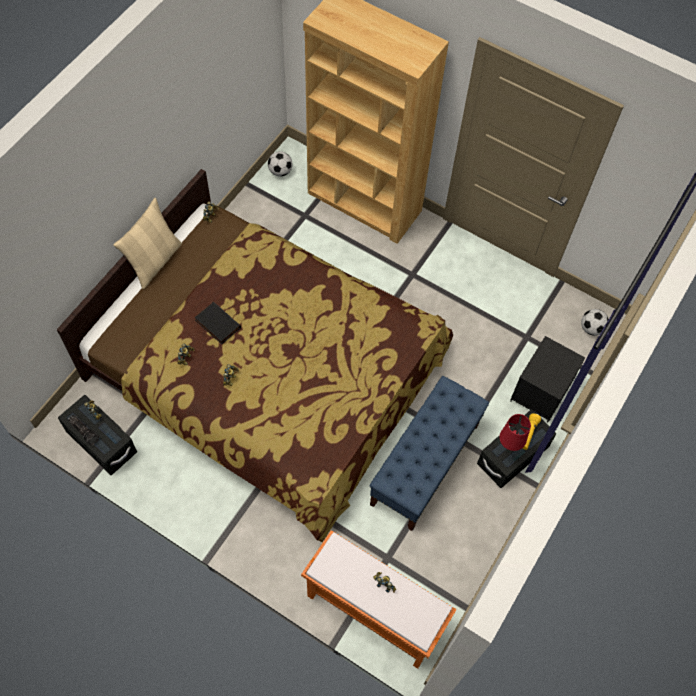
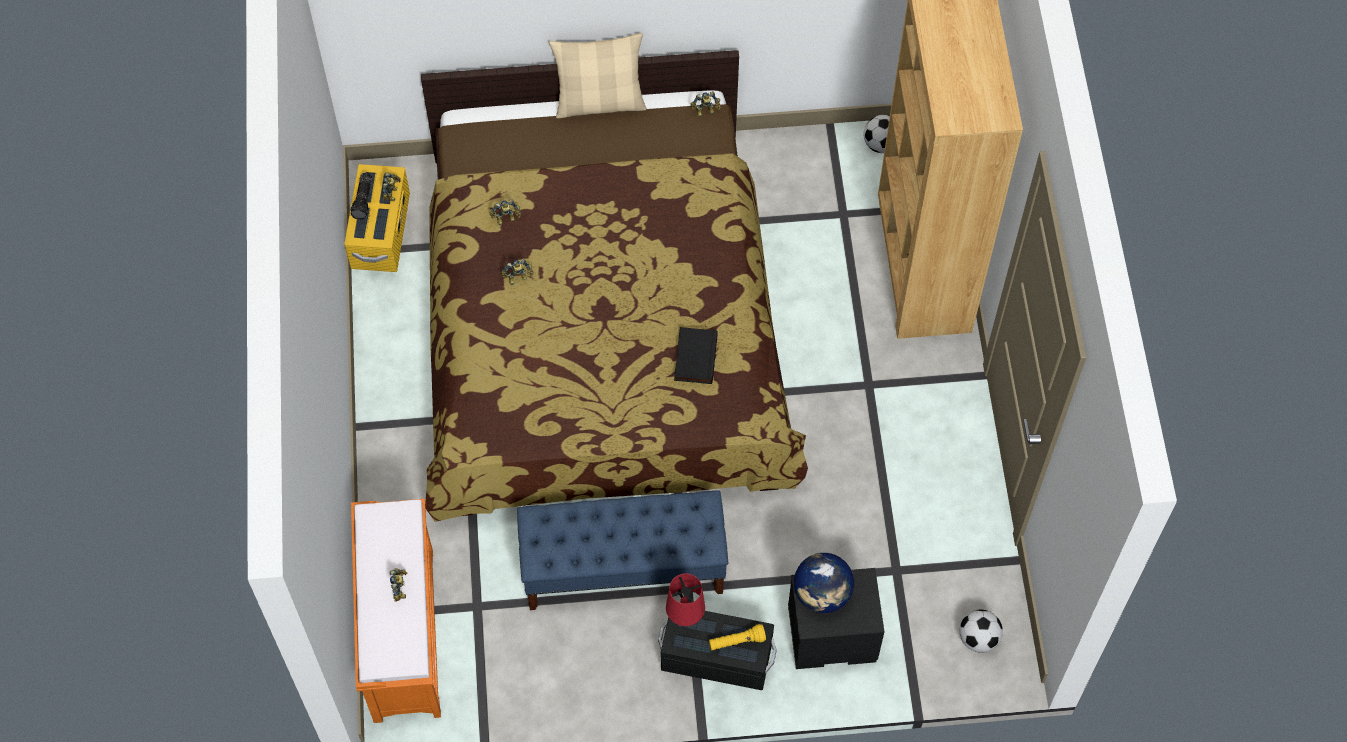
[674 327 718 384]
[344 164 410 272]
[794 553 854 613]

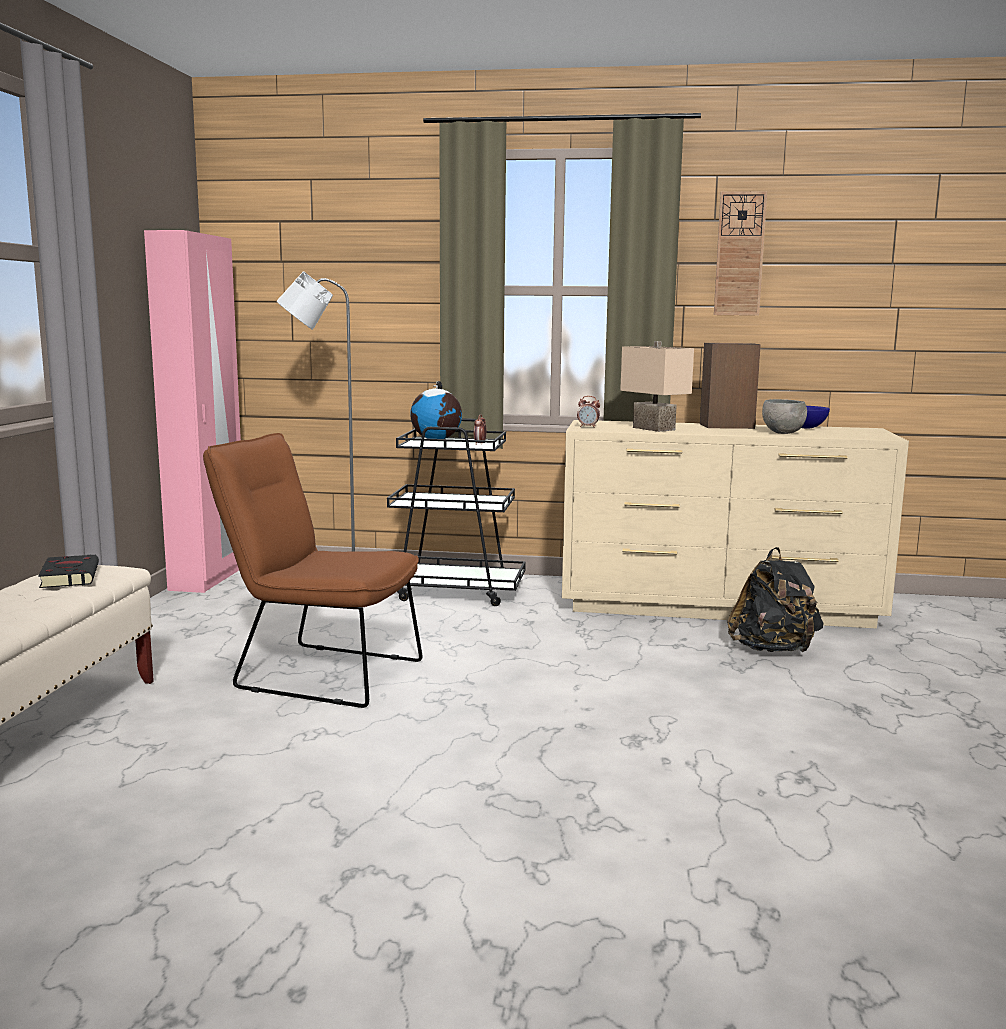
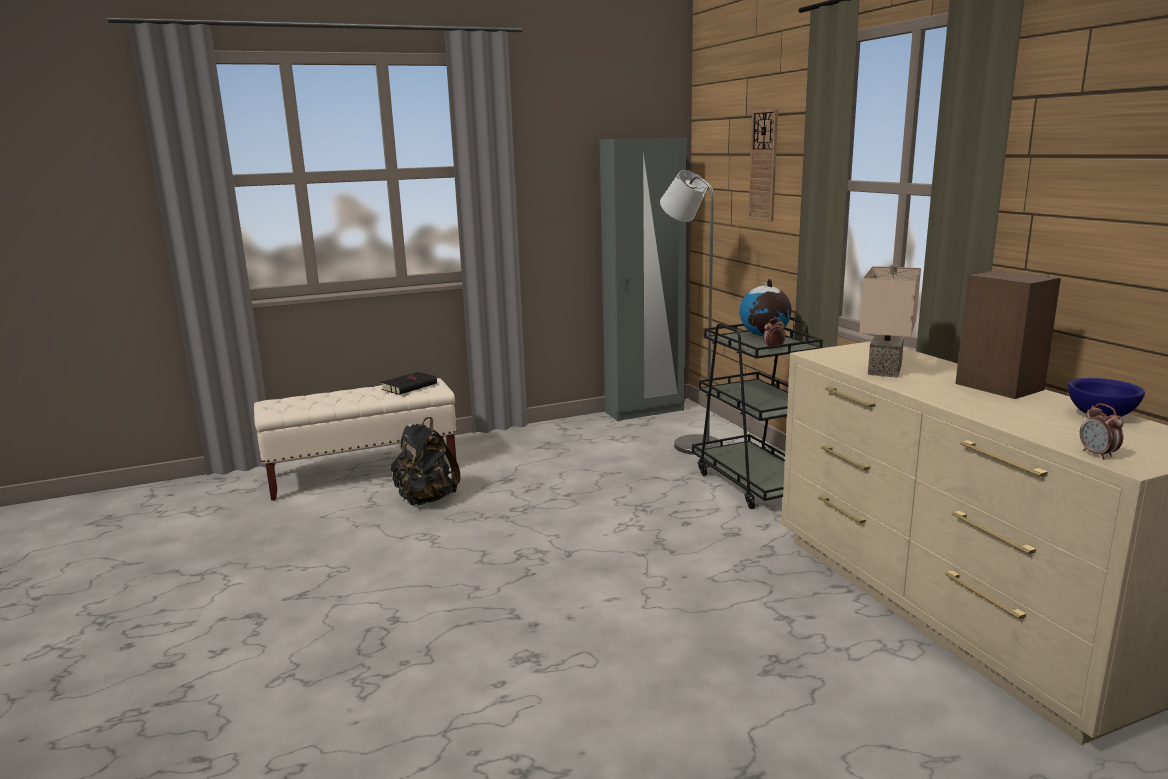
[749 109 778 222]
[600 137 687 421]
[1080 403 1124 460]
[762 399 807 434] (first image)
[203 433 422 708] (first image)
[390 417 461 505]

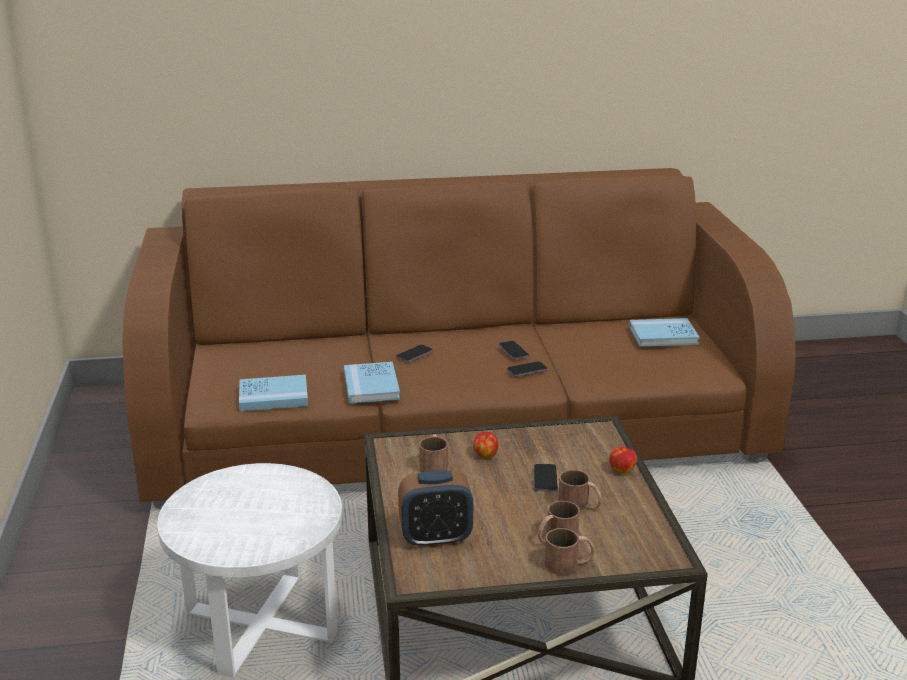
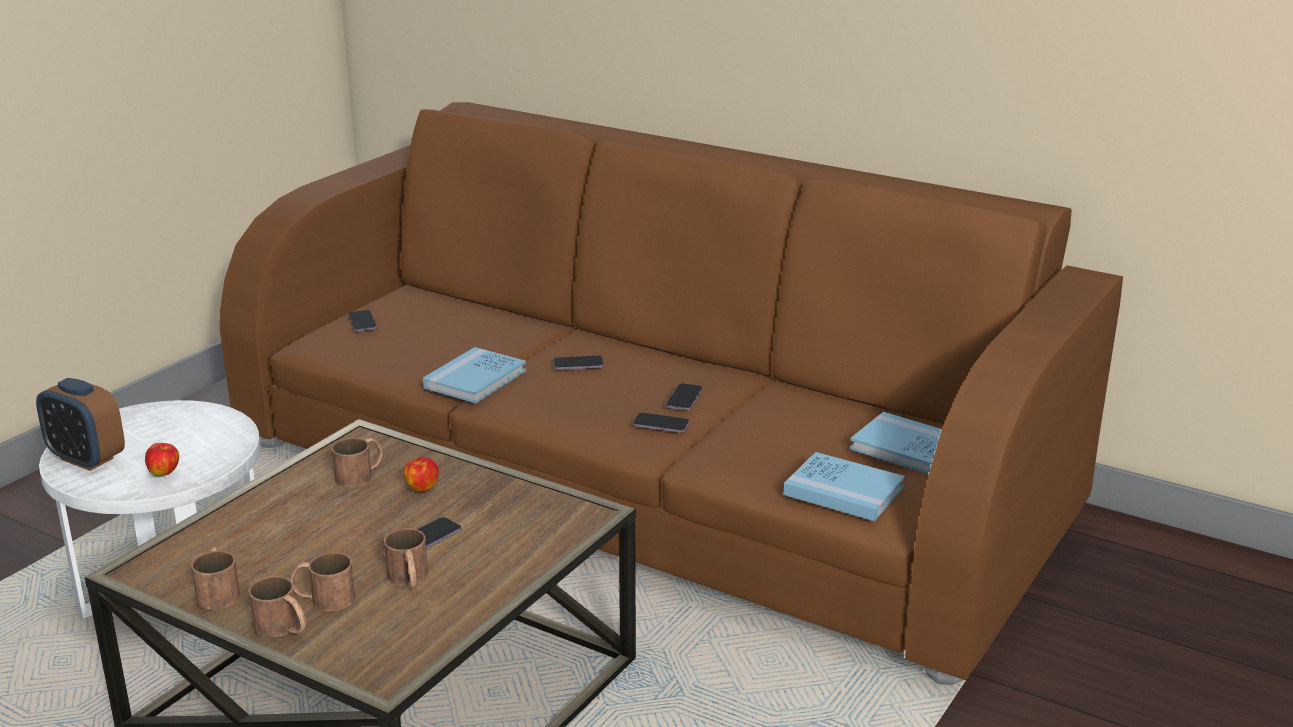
[784 452 905 521]
[145 443 179 476]
[36 378 125 471]
[348 310 377 331]
[191 547 240 610]

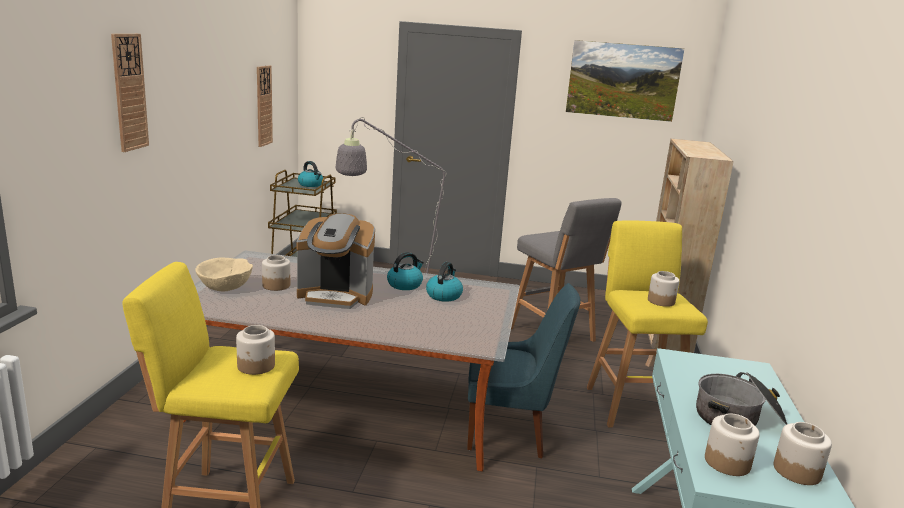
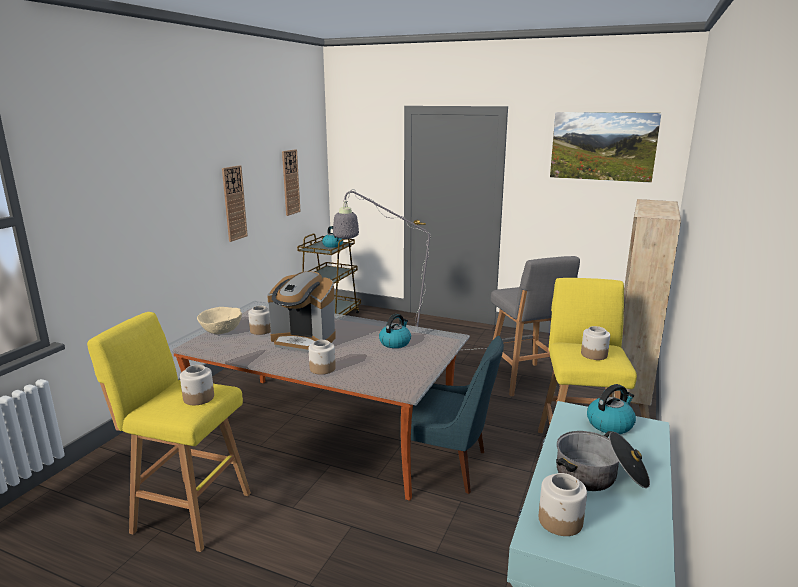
[222 165 248 242]
[587 384 636 434]
[308 340 336 374]

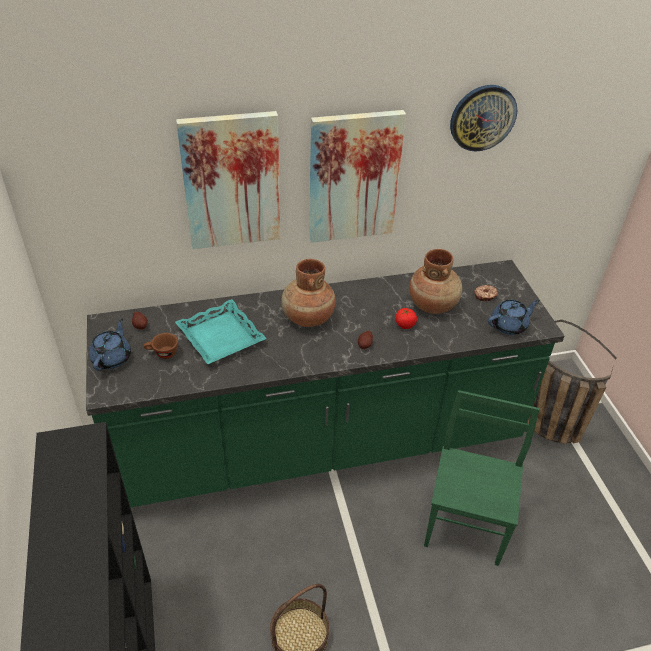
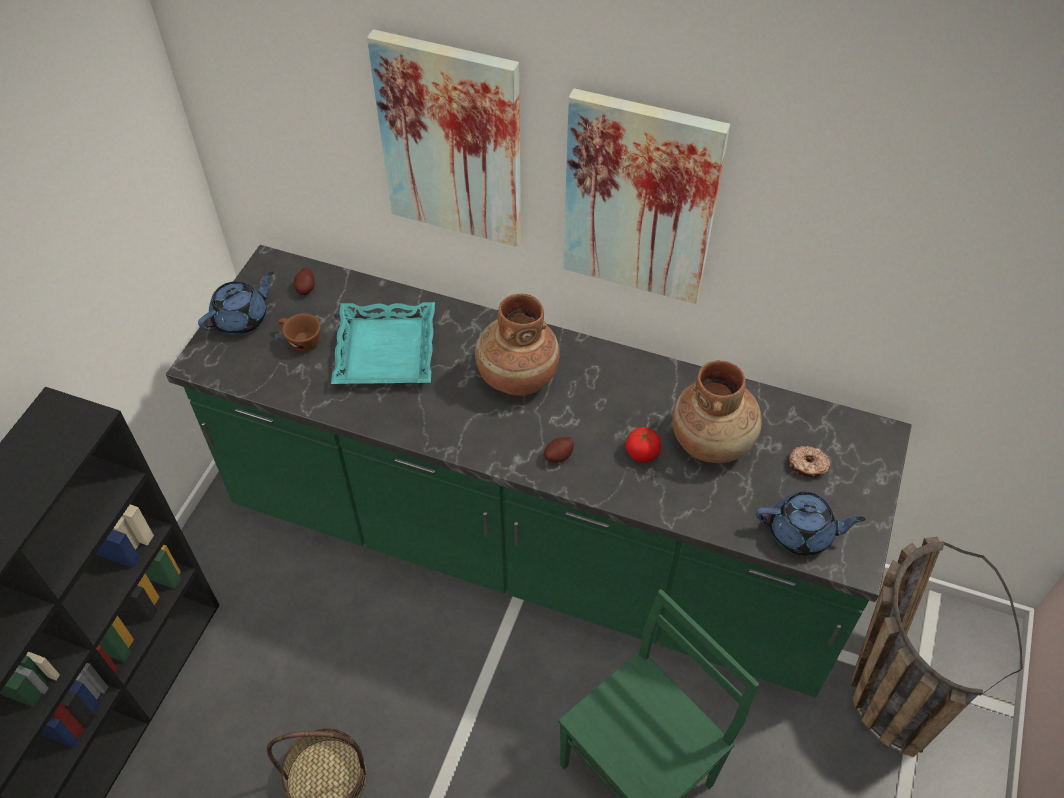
[450 85 517 152] (first image)

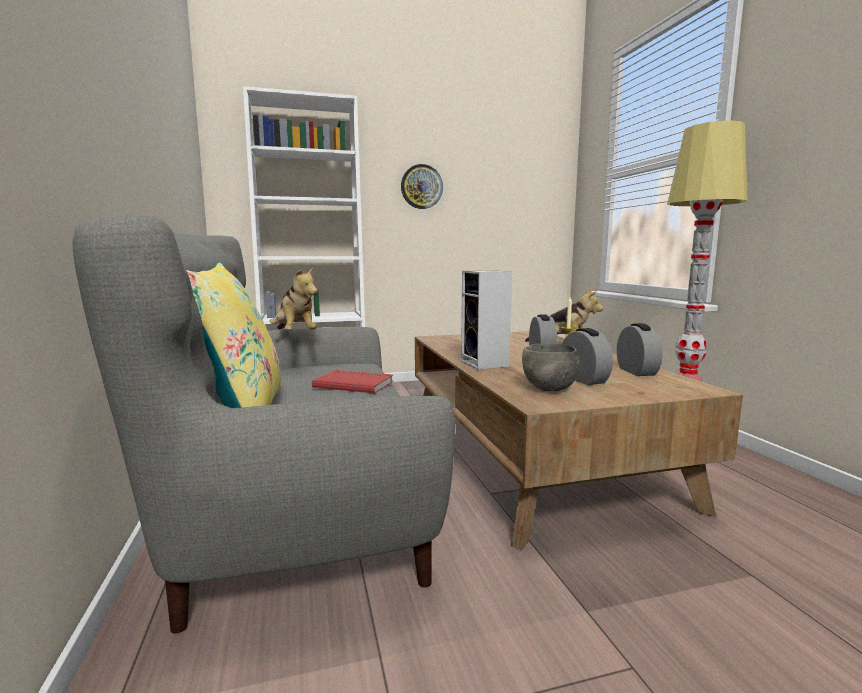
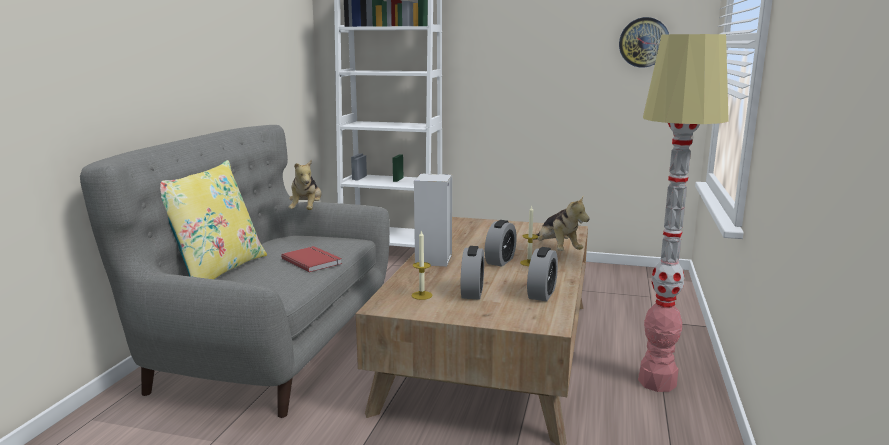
[619 17 669 67]
[411 231 433 300]

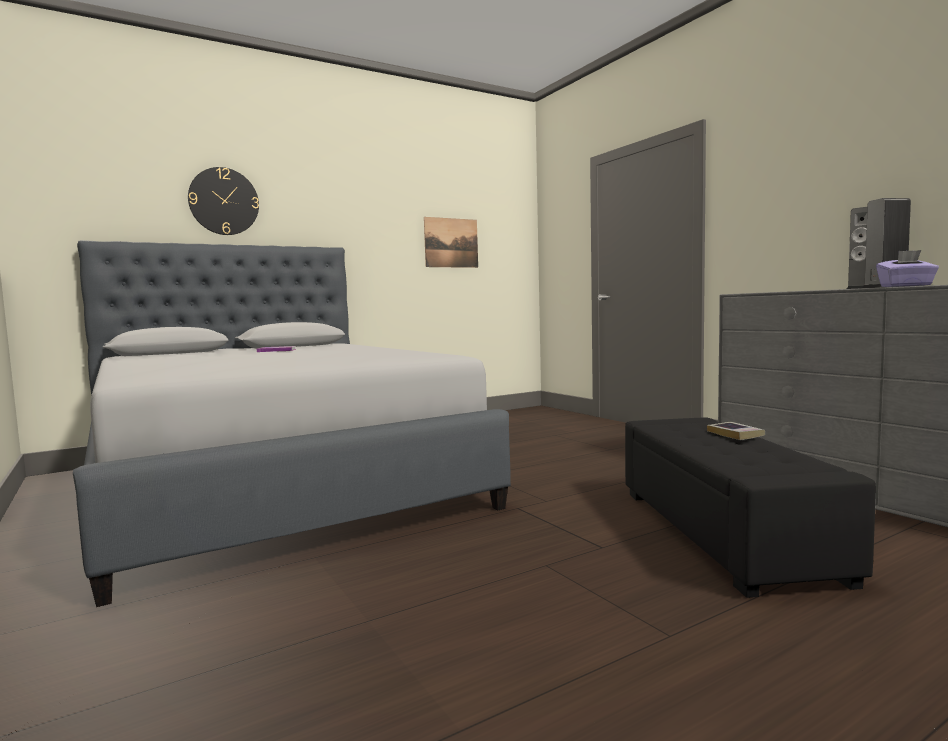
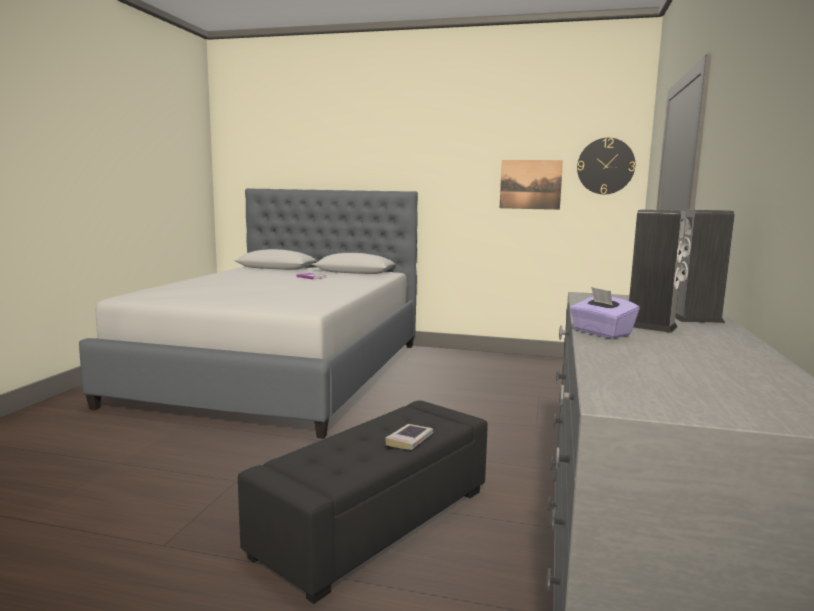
[577 138 635 194]

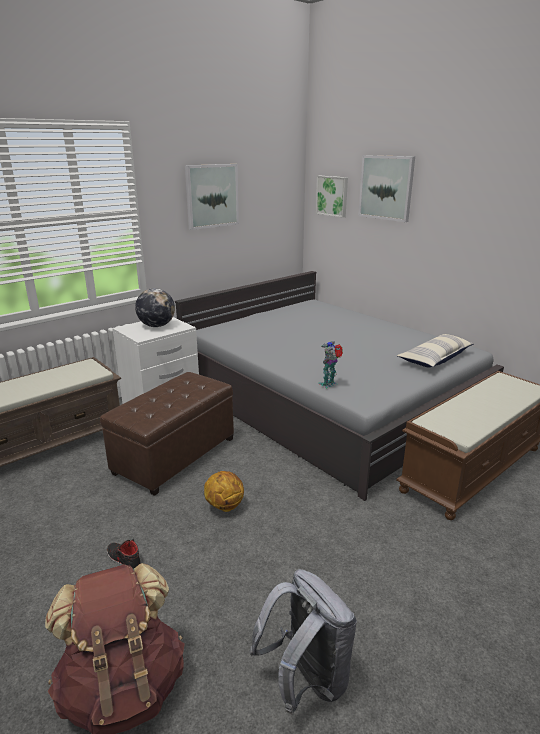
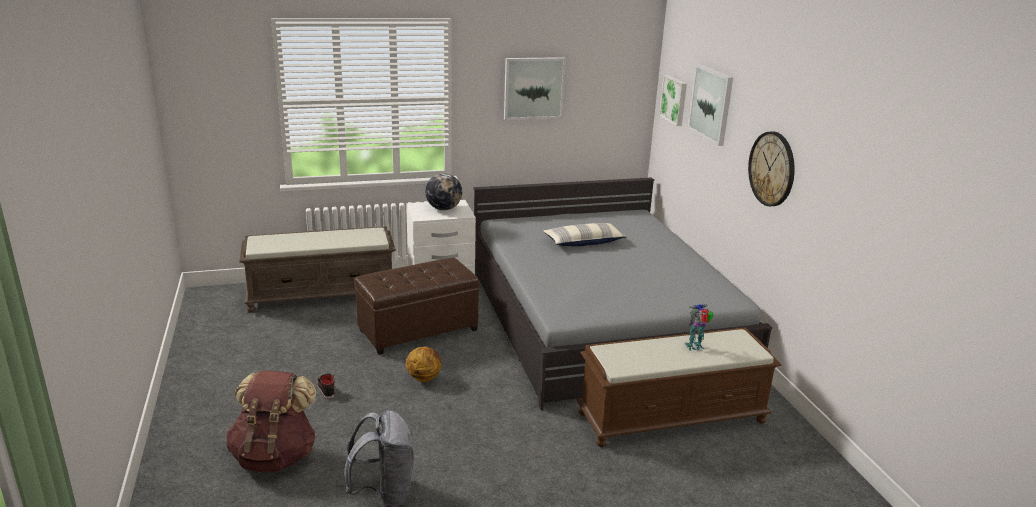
[543 223 627 246]
[685 304 714 351]
[748 131 795 206]

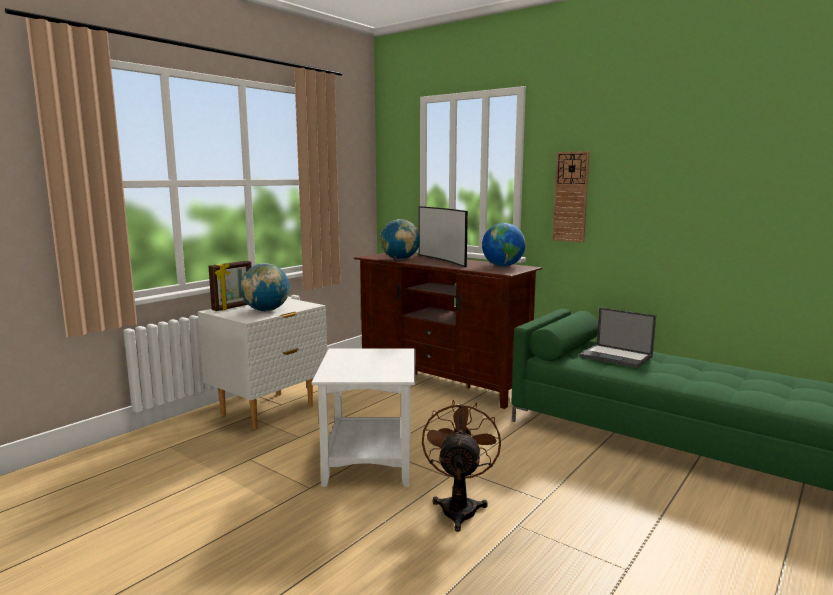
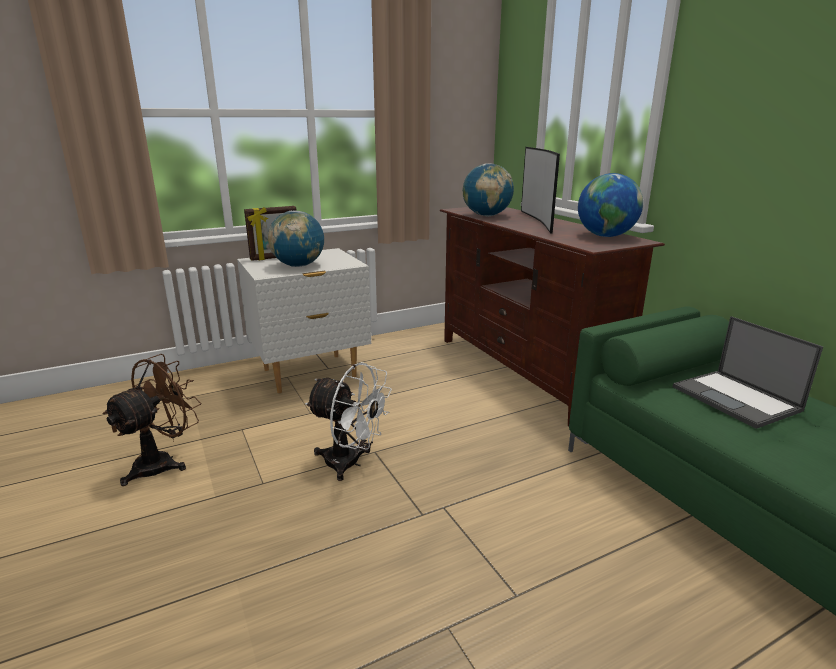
[553 151 590 242] (first image)
[305 362 392 481]
[103 354 201 486]

